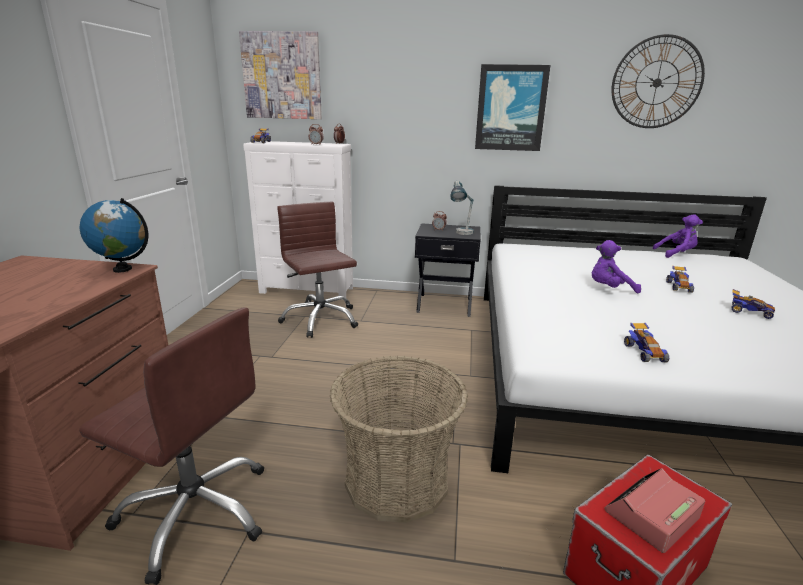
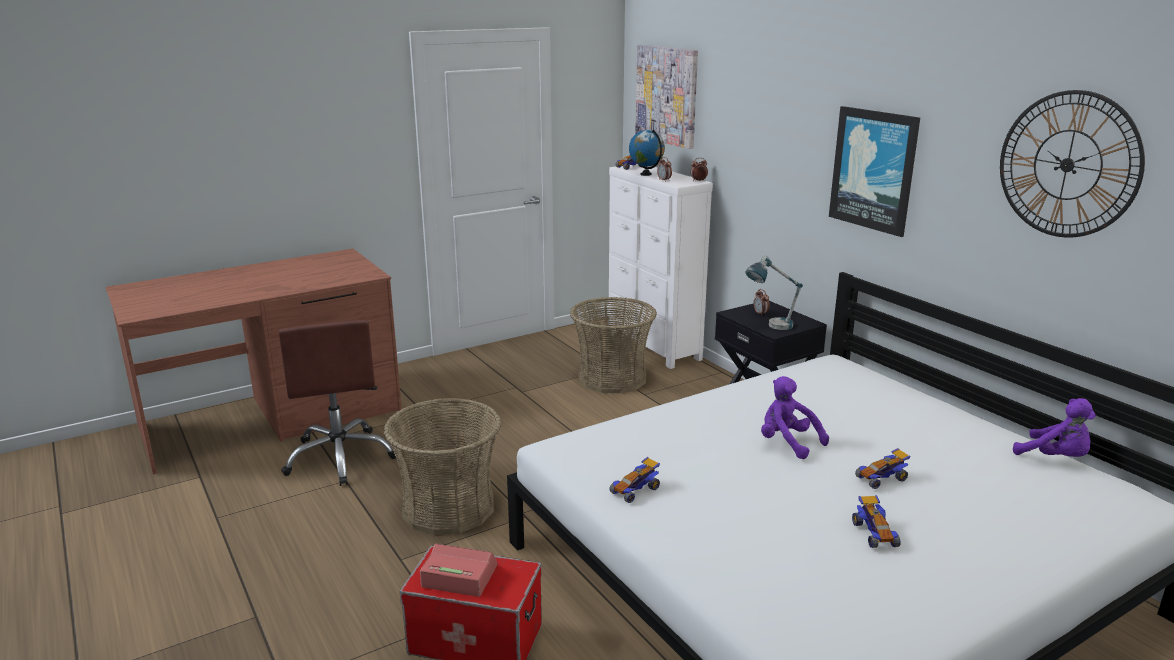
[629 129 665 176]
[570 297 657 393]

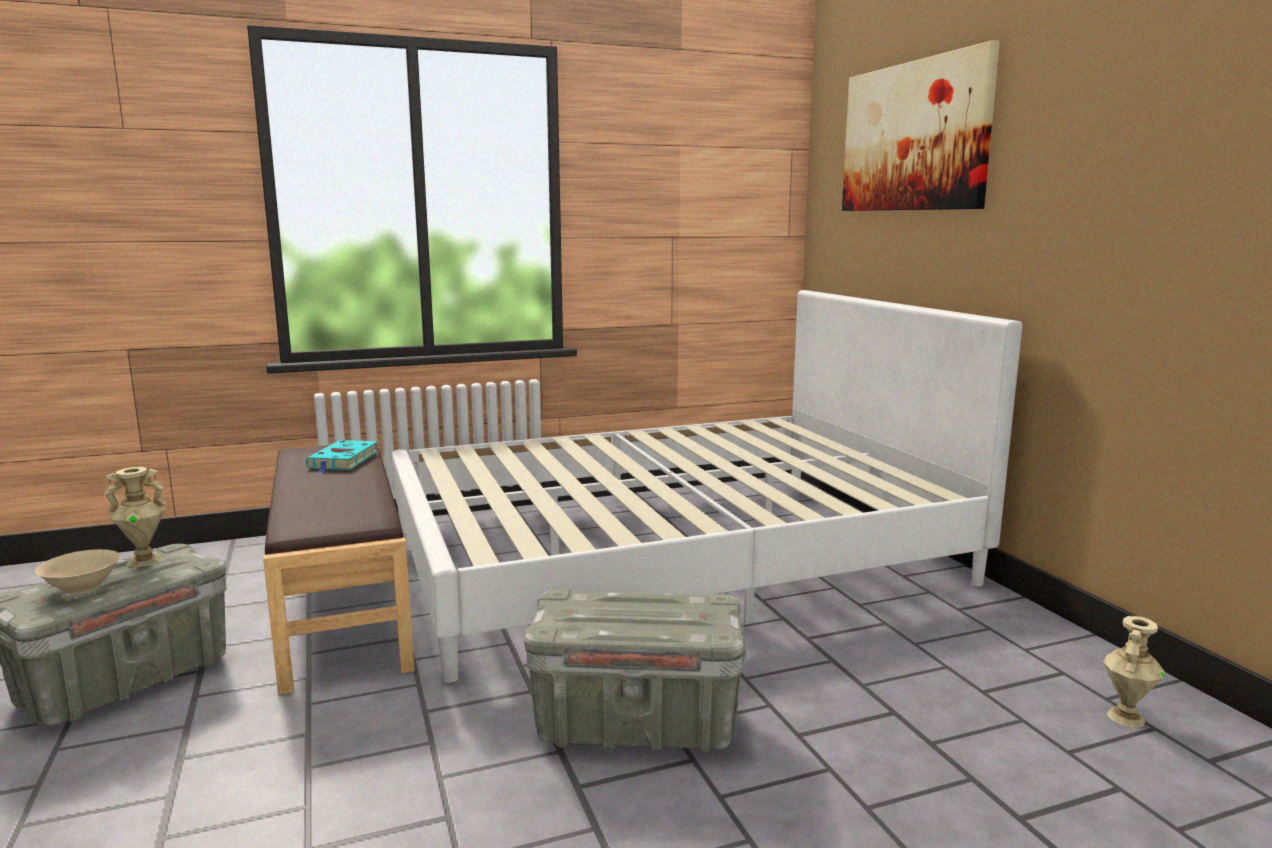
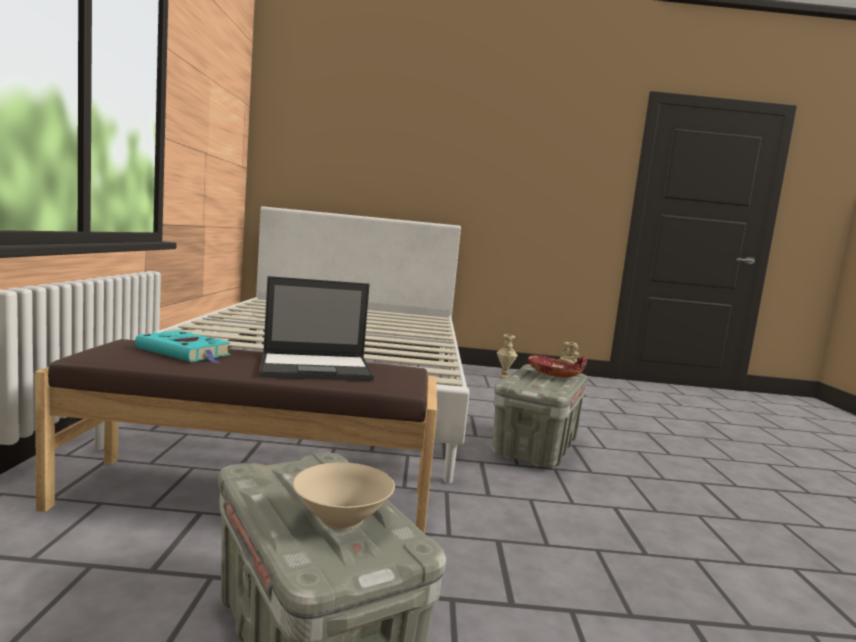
[842 40 1000 211] (first image)
[497 334 518 378]
[259 276 374 381]
[528 355 587 378]

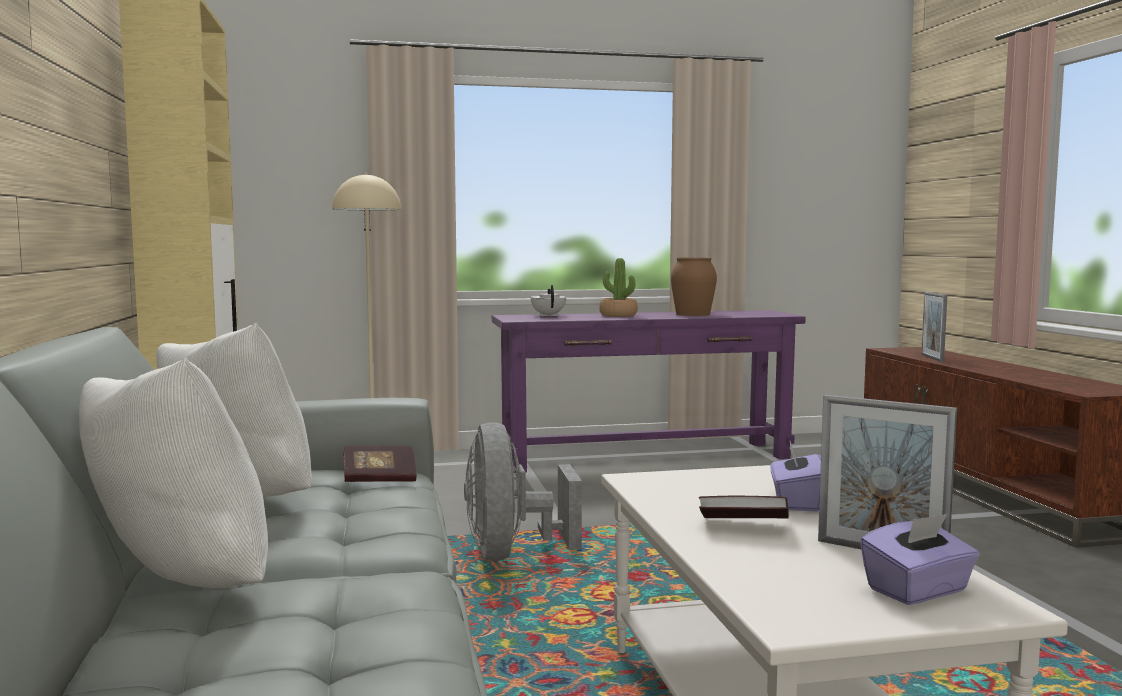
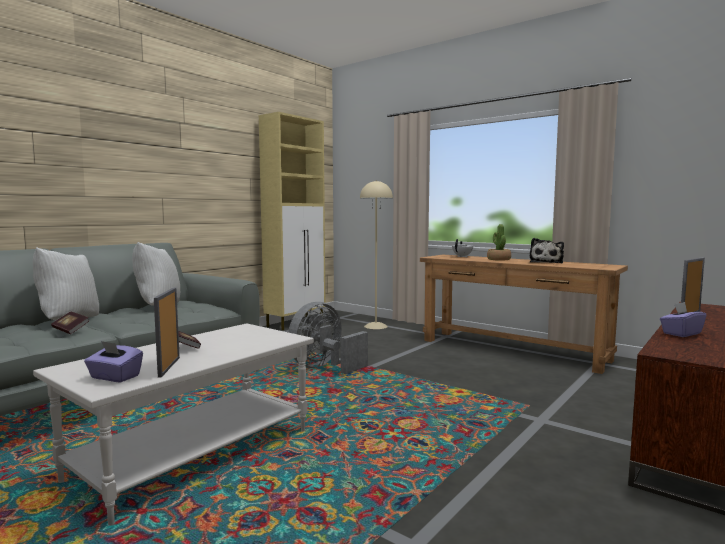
[530 238 564 263]
[420 255 628 374]
[660 302 706 337]
[51 311 90 334]

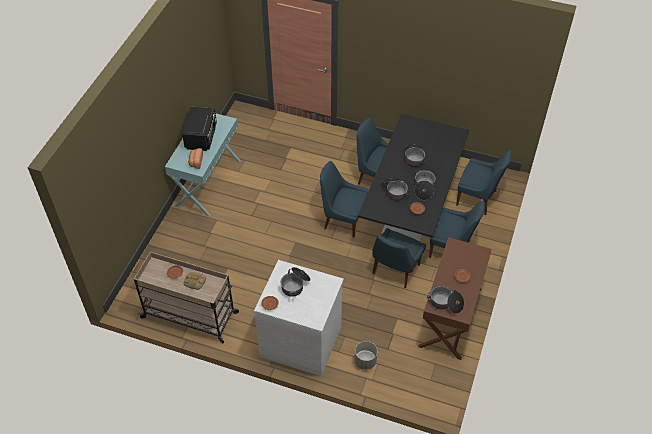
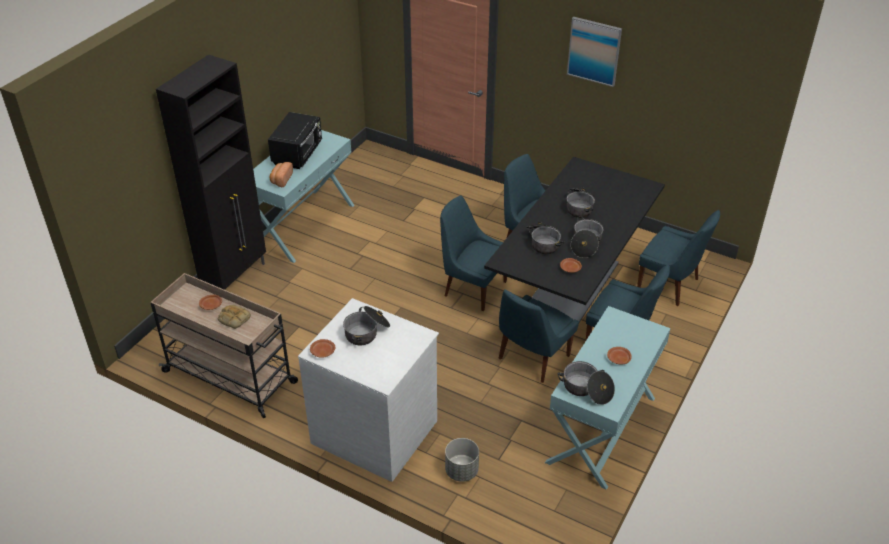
[545 306 671 490]
[567 17 622 87]
[156 54 266 290]

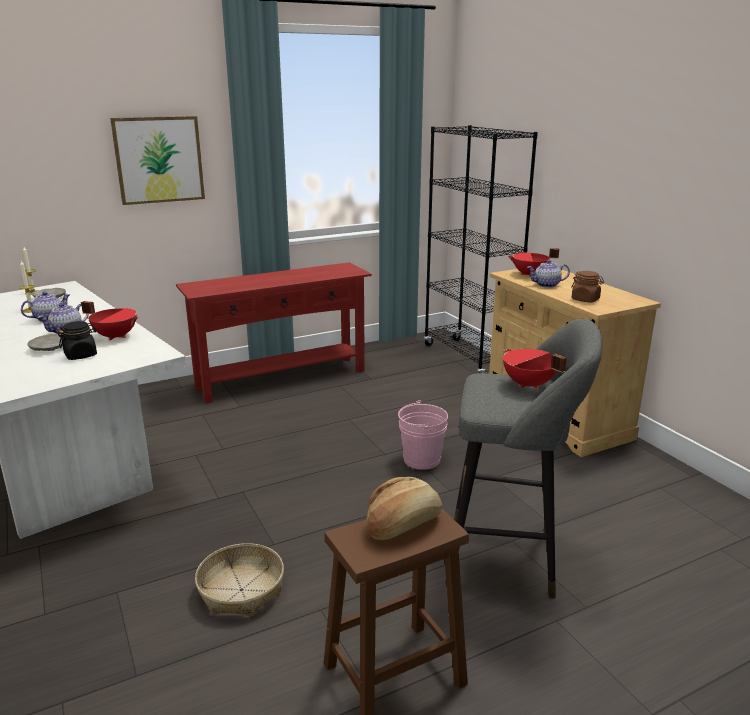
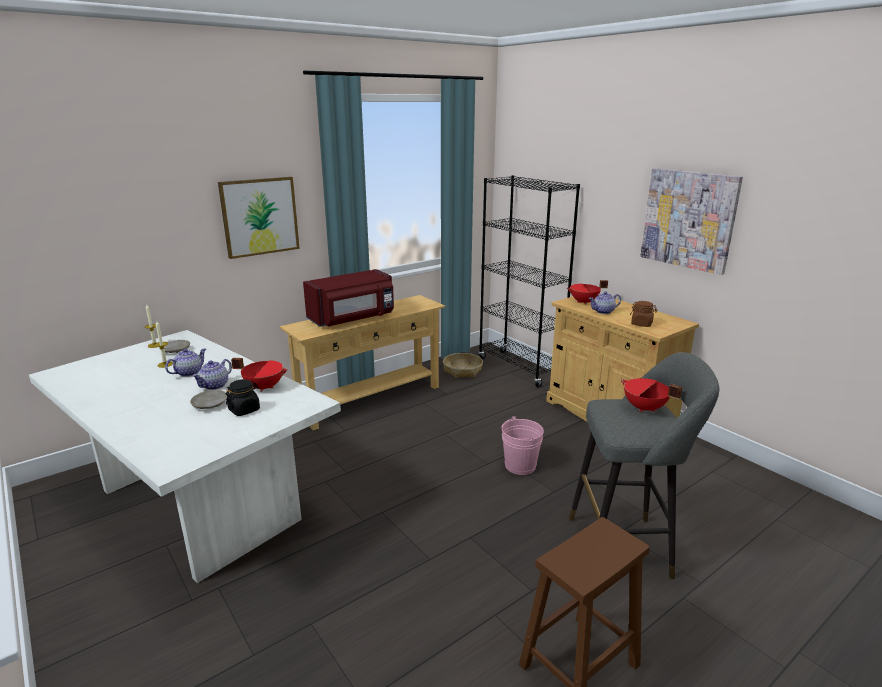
[279 295 445 430]
[366 477 442 540] (first image)
[443 353 483 378]
[640 168 743 275]
[303 269 394 327]

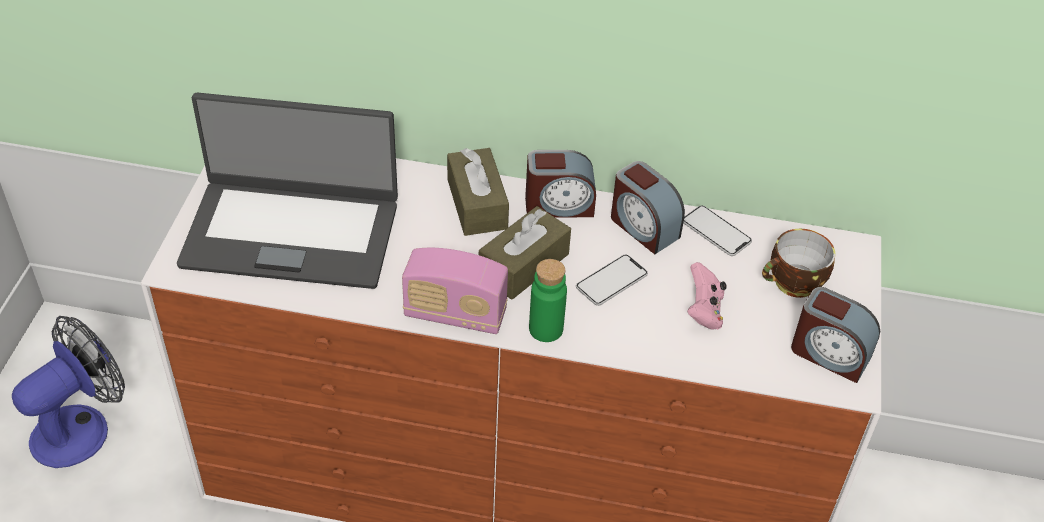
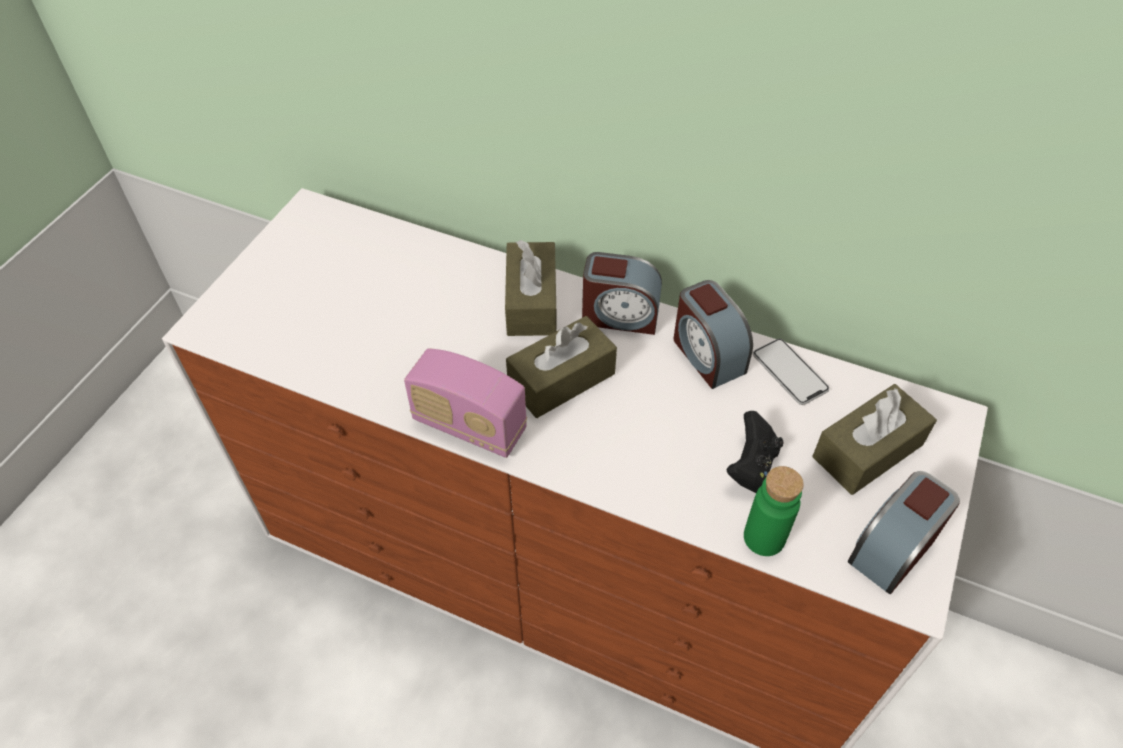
[177 93 398 289] (first image)
[813 384 937 495]
[576 255 648 306] (first image)
[744 466 803 556]
[726 411 784 493]
[848 471 960 594]
[12 316 125 468] (first image)

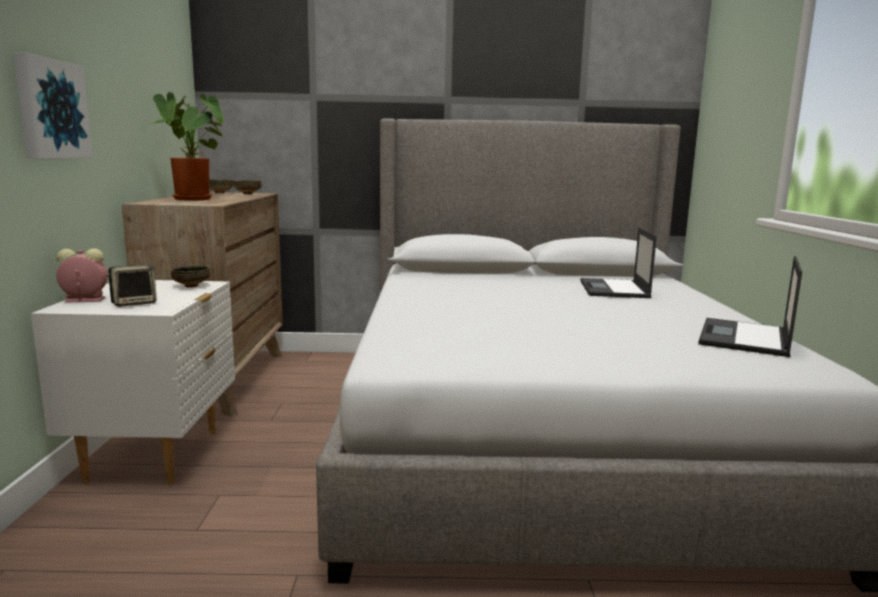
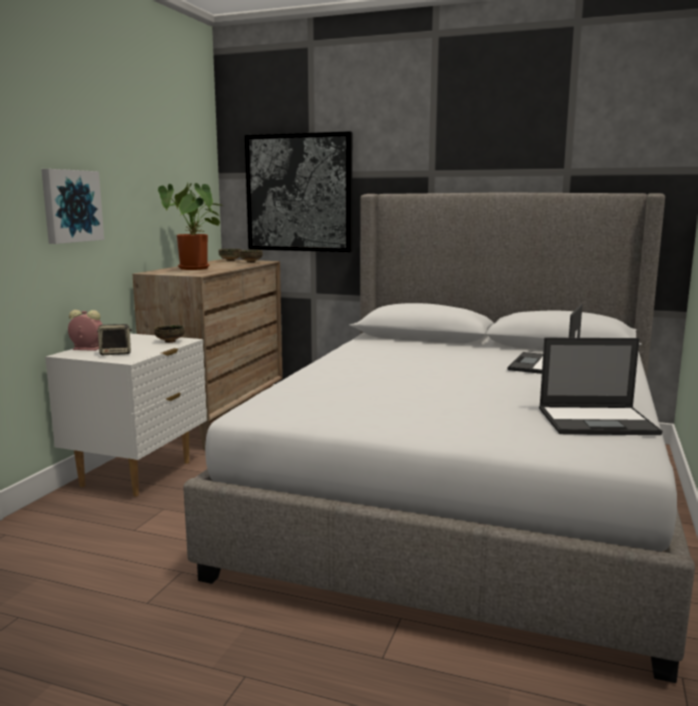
[539 338 662 435]
[245 131 352 252]

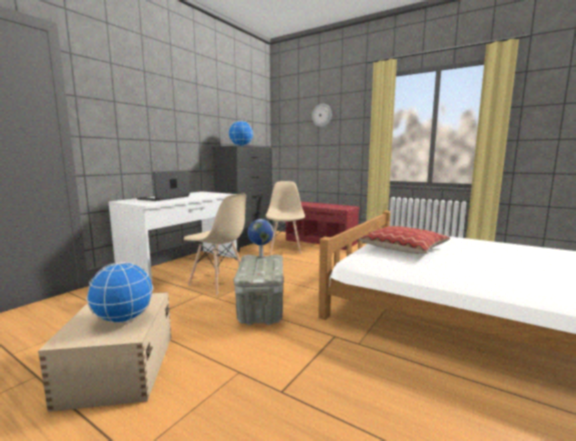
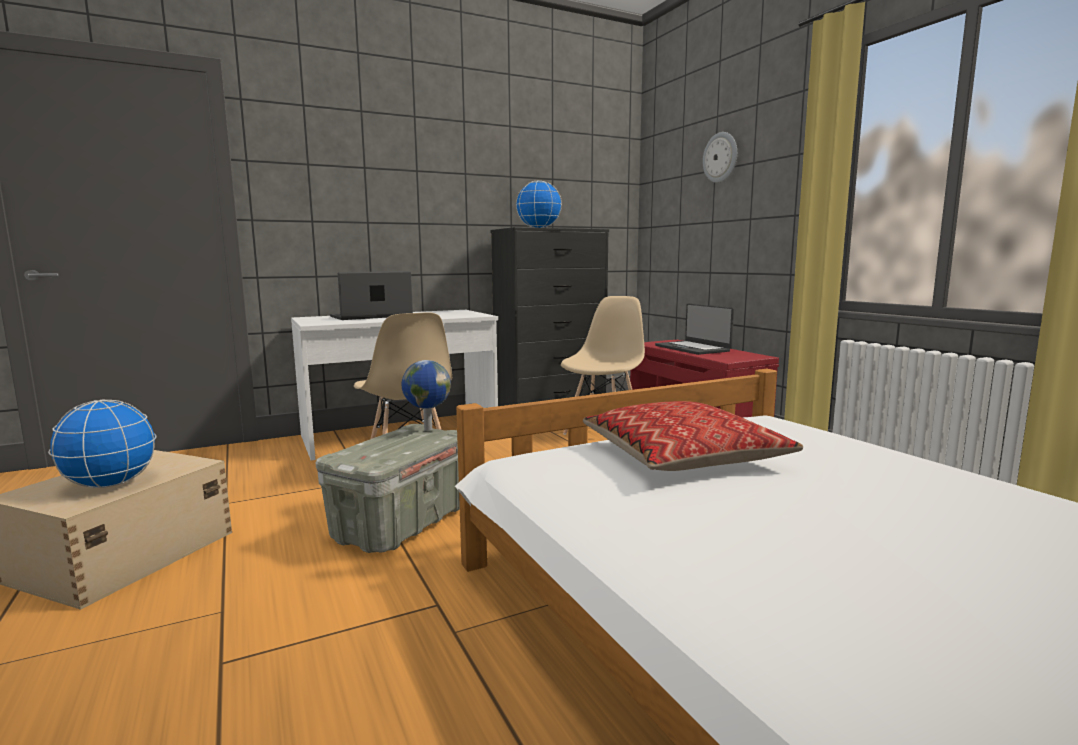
[655 304 734 355]

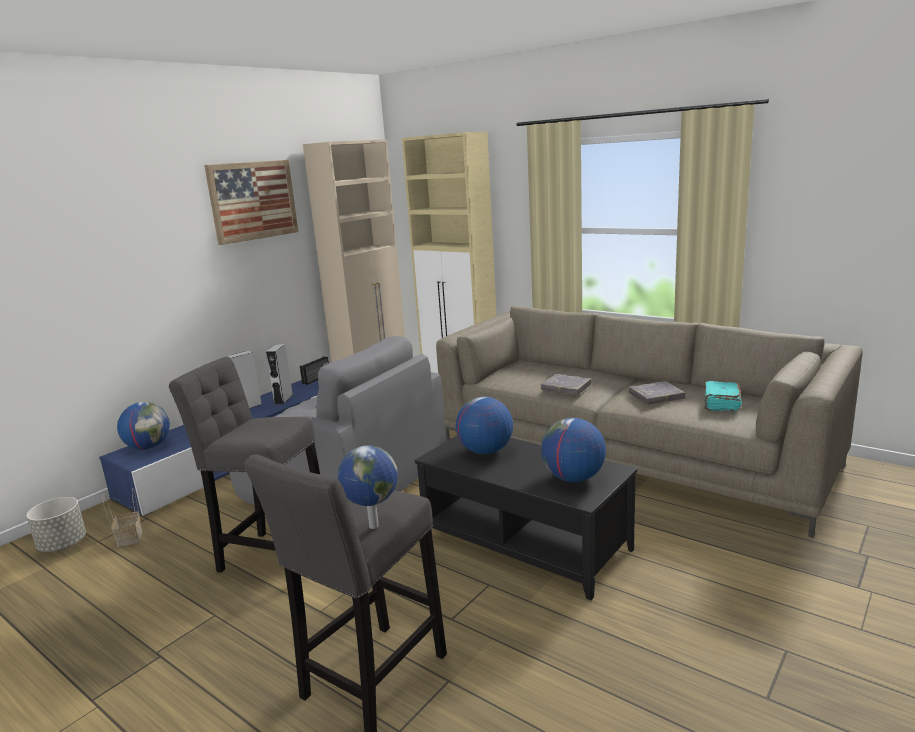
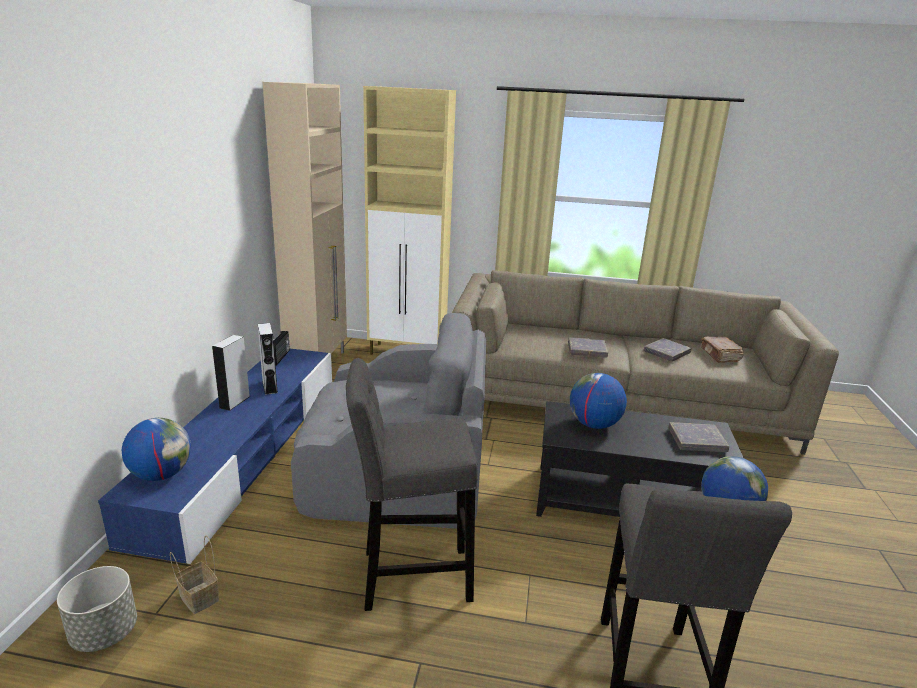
[204 160 298 245] (first image)
[701 337 744 363]
[668 422 729 452]

